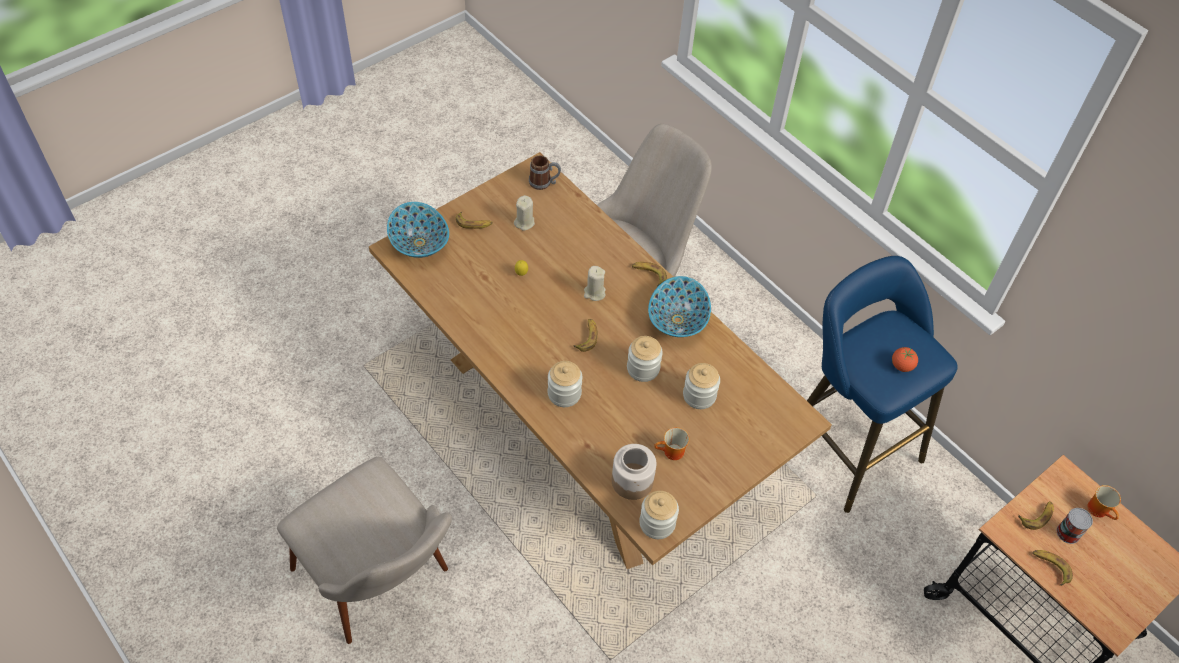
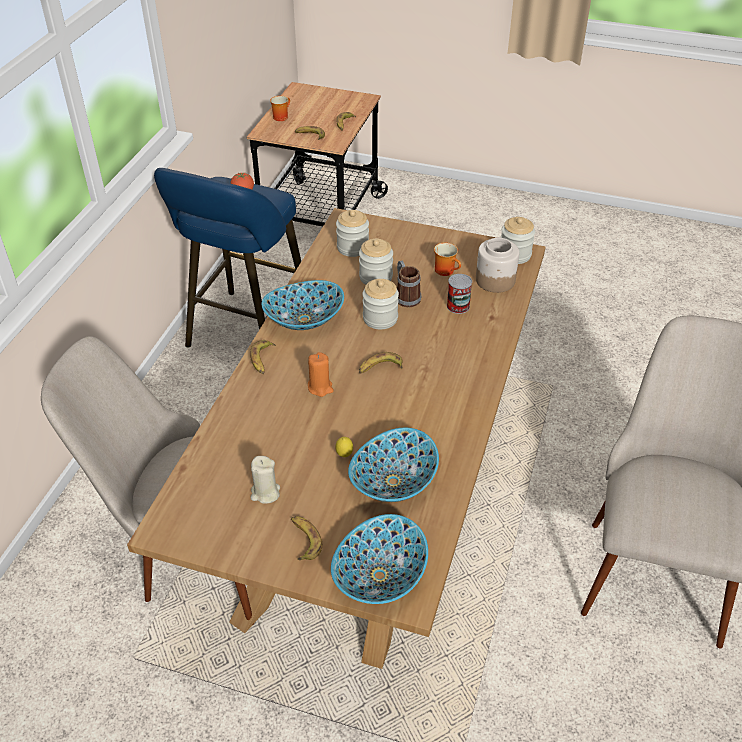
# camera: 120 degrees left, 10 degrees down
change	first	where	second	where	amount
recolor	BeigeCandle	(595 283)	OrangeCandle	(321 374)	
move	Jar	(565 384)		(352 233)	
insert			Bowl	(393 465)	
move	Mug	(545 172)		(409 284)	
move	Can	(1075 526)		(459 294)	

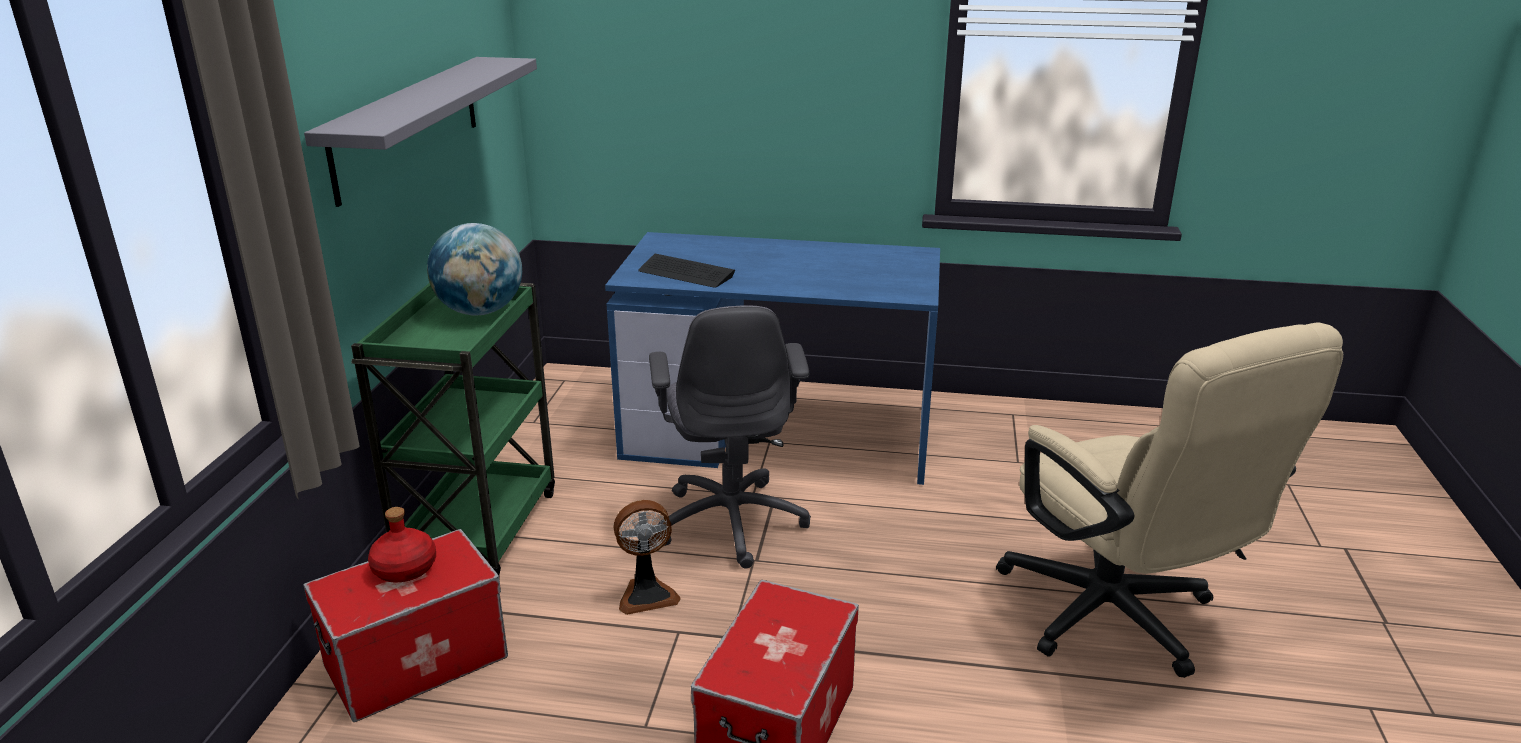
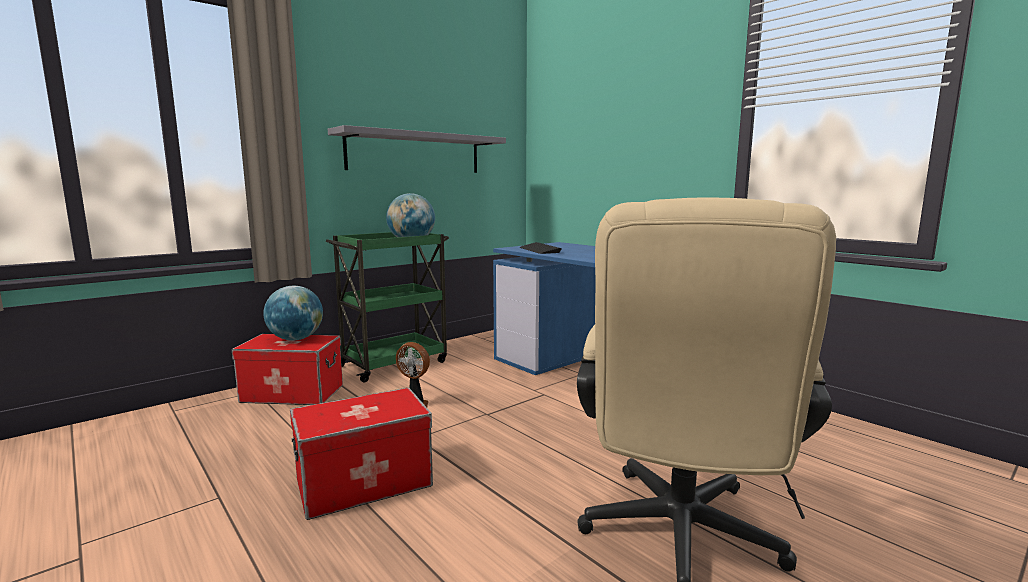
# camera: 40 degrees right, 15 degrees down
change	first	where	second	where	amount
replace	RedBottle	(402 544)	Globe	(293 313)	
delete	GreyOfficeChair	(730 437)			

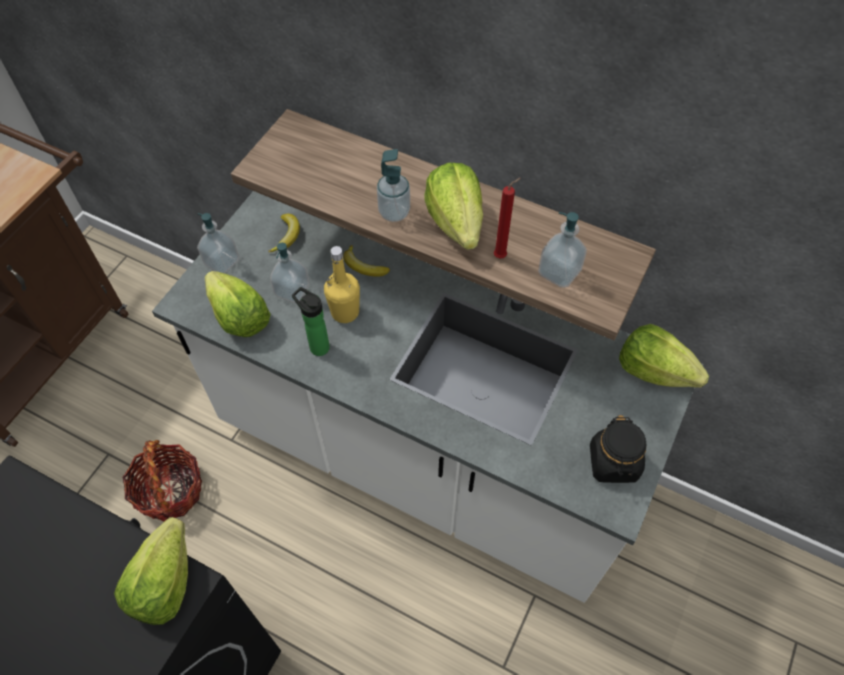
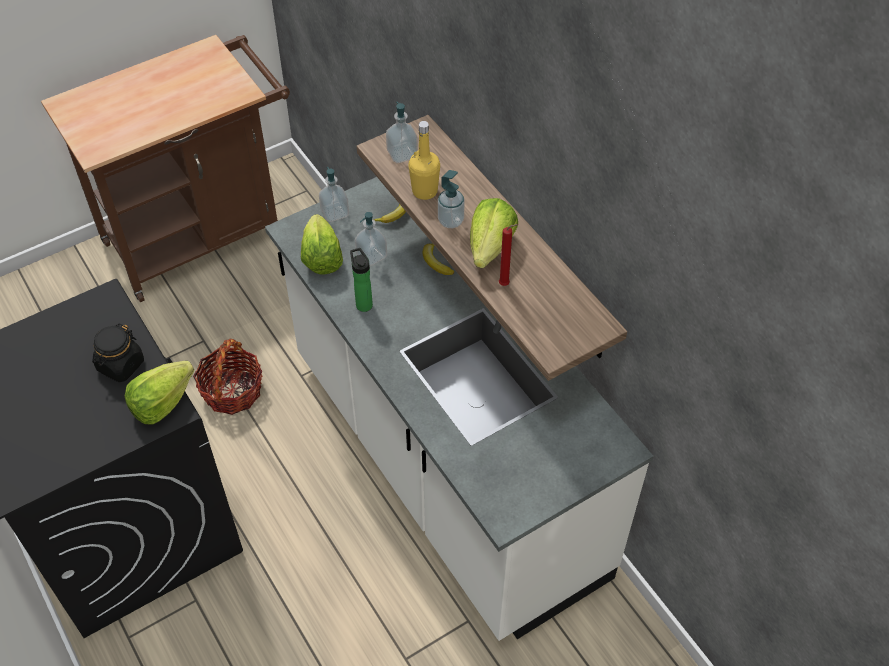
# camera: 30 degrees right, 5 degrees down
change	first	where	second	where	amount
move	BlackJar	(618 449)		(118 352)	
move	SoapDispenser	(562 250)		(402 132)	
move	YellowBottle	(342 284)		(424 160)	
delete	Lettuce	(664 356)			

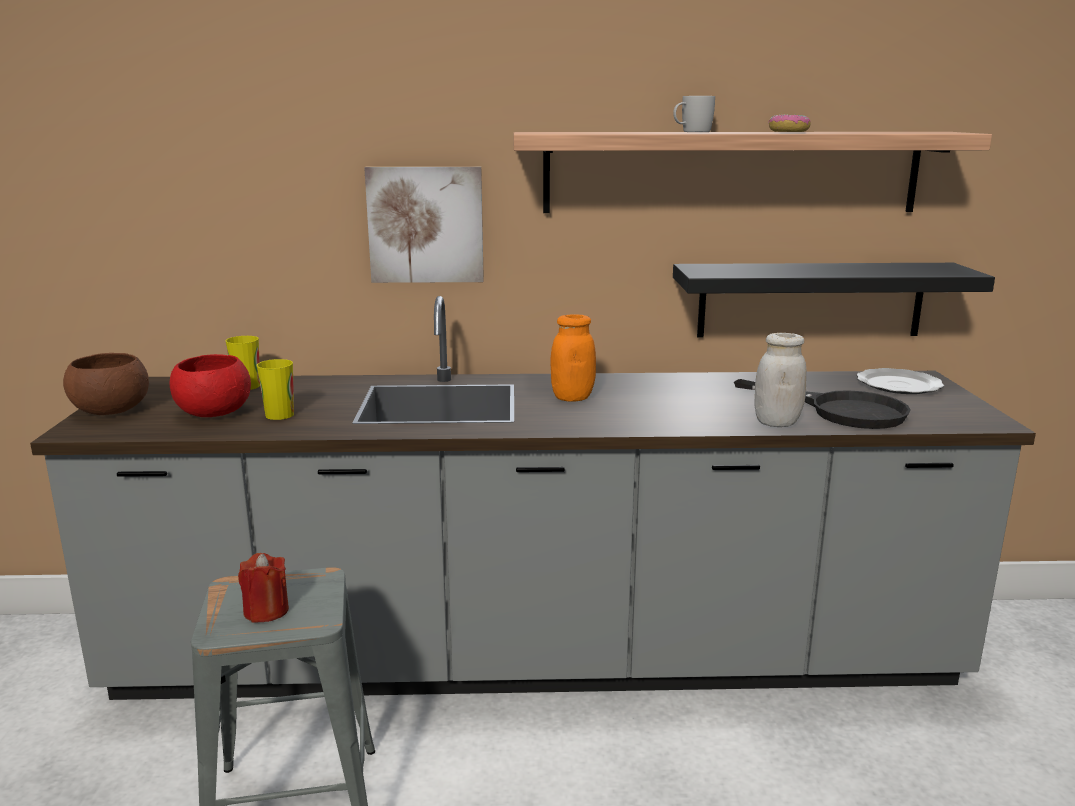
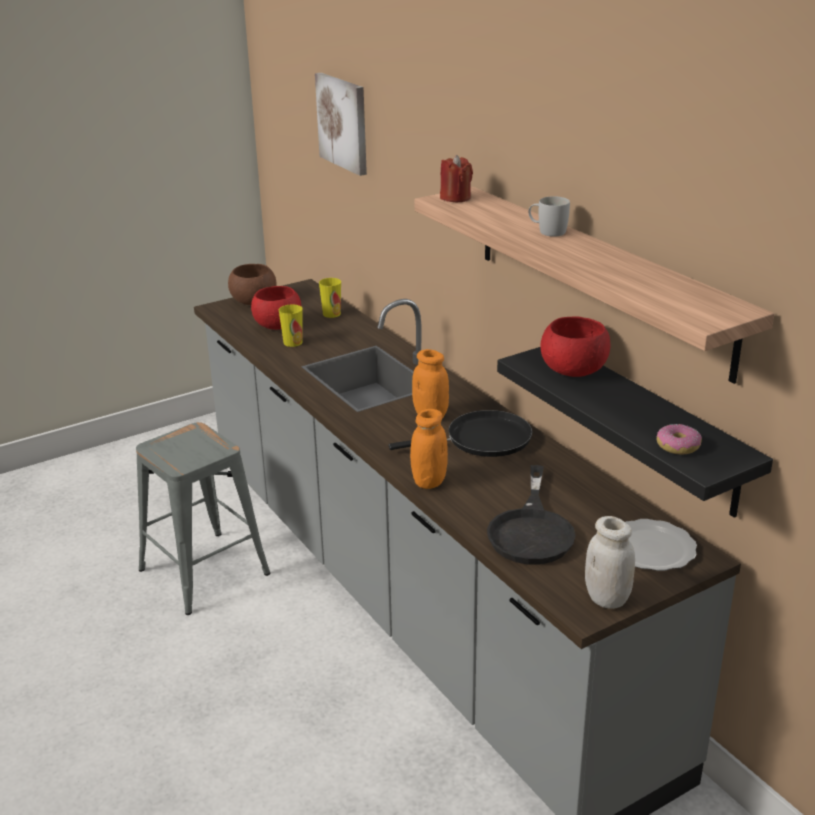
# camera: 60 degrees right, 10 degrees up
change	first	where	second	where	amount
move	Picture	(424 224)		(341 124)	
insert			BlackFryingPan	(460 433)	
insert			OrangeJar	(429 449)	
move	RedCandle	(263 588)		(456 178)	
insert			RedBowl	(575 346)	
move	WhiteJar	(780 380)		(610 562)	
move	Donut	(789 123)		(679 439)	

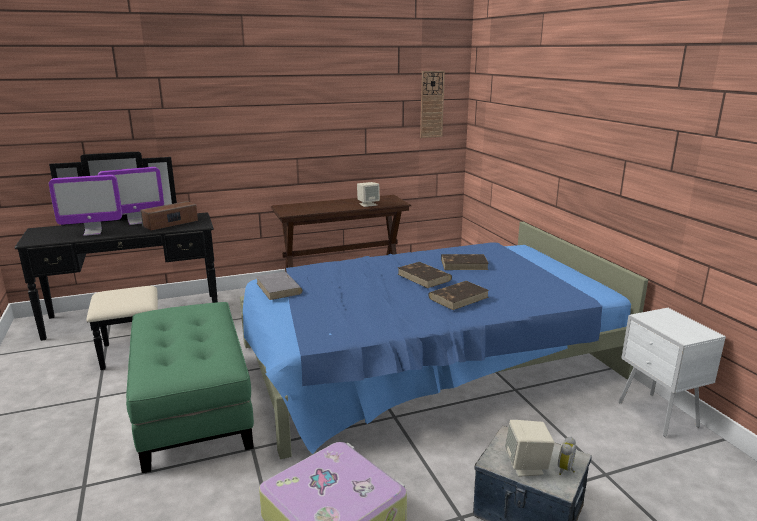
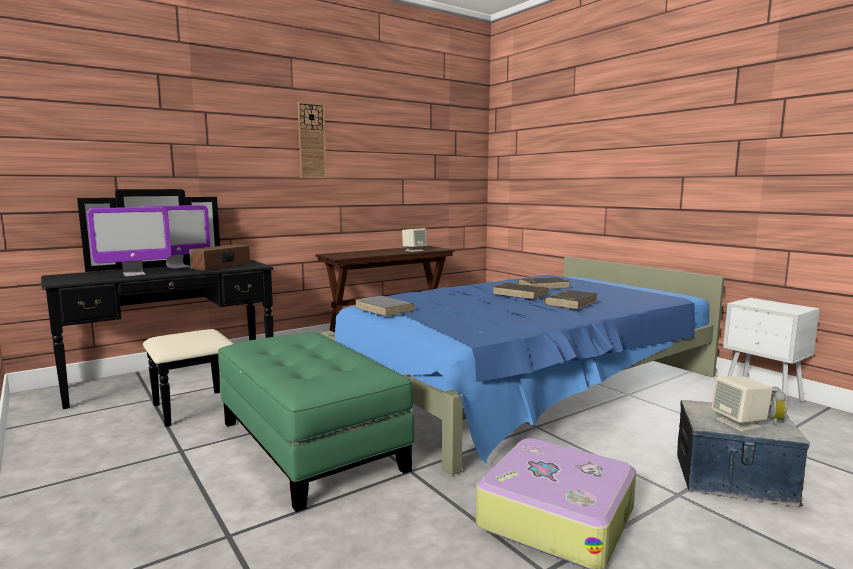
# camera: 15 degrees left, 10 degrees down
change	first	where	second	where	amount
move	WallClock	(432 104)		(312 140)	

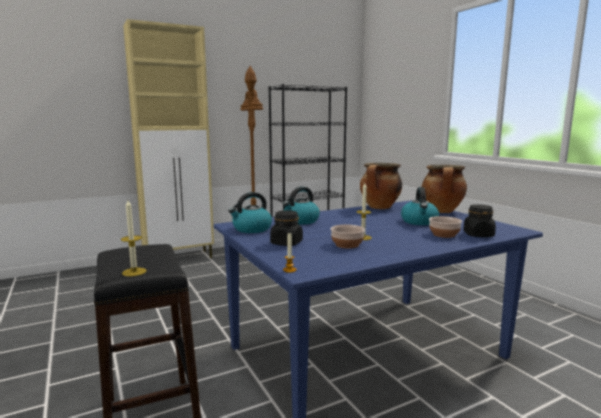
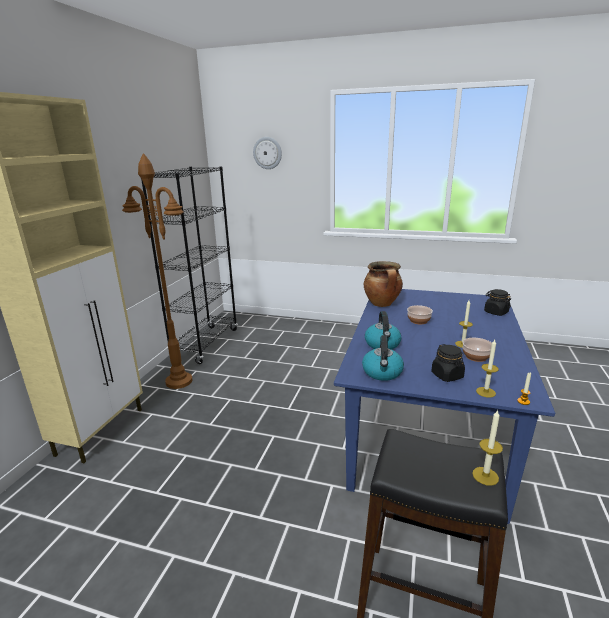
# camera: 45 degrees left, 10 degrees up
change	first	where	second	where	amount
insert			WallClock	(267 153)	
move	Bowl	(445 227)		(420 314)	
insert			Candle	(487 369)	
delete	Kettle	(420 206)			
delete	CookingPot	(444 189)			

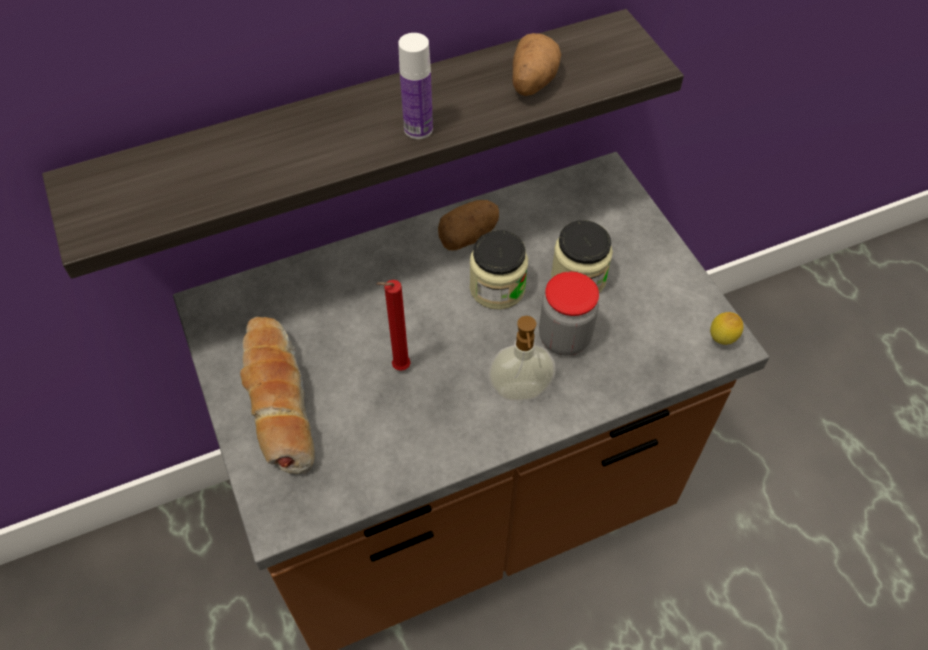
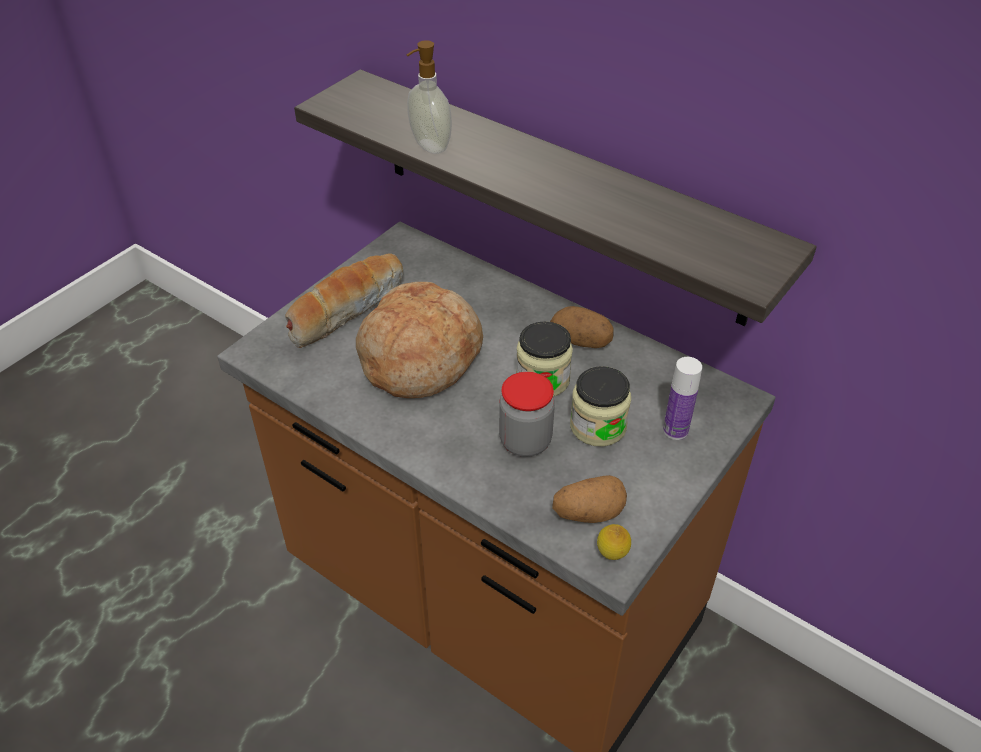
# camera: 60 degrees right, 10 degrees down
change	first	where	second	where	amount
replace	RedCandle	(393 325)	Bread	(419 340)	
move	SoapDispenser	(522 358)		(429 97)	
move	Potato	(536 64)		(589 499)	
move	Bottle	(415 86)		(682 398)	

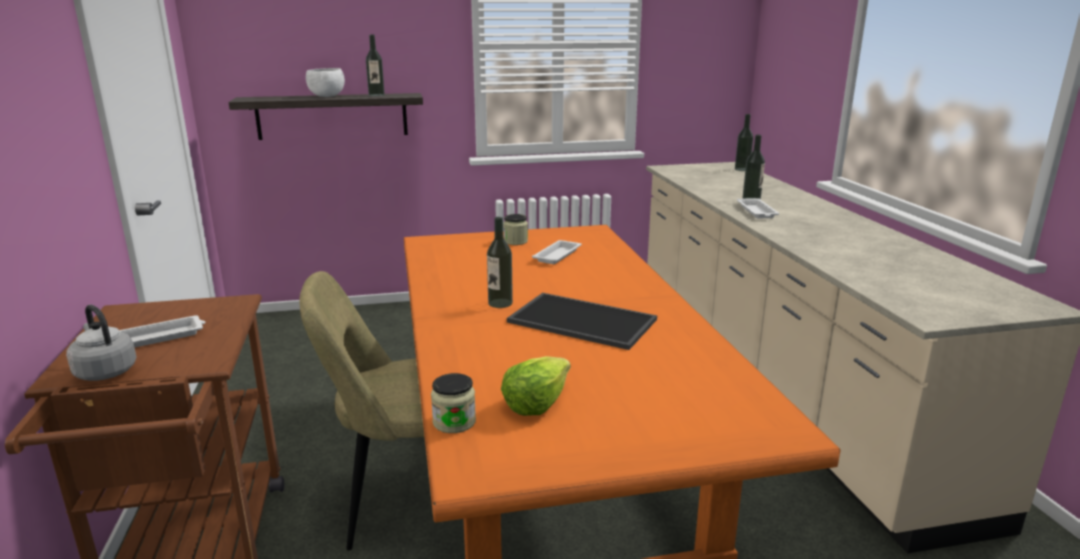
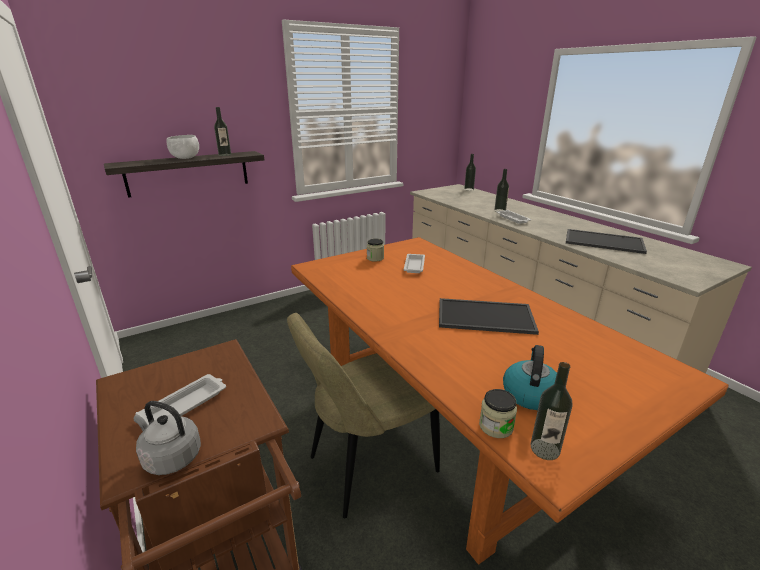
# camera: 20 degrees left, 5 degrees up
change	first	where	second	where	amount
replace	Lettuce	(536 386)	Kettle	(530 377)	
move	Bottle	(500 262)		(552 411)	
insert			Tray	(606 241)	

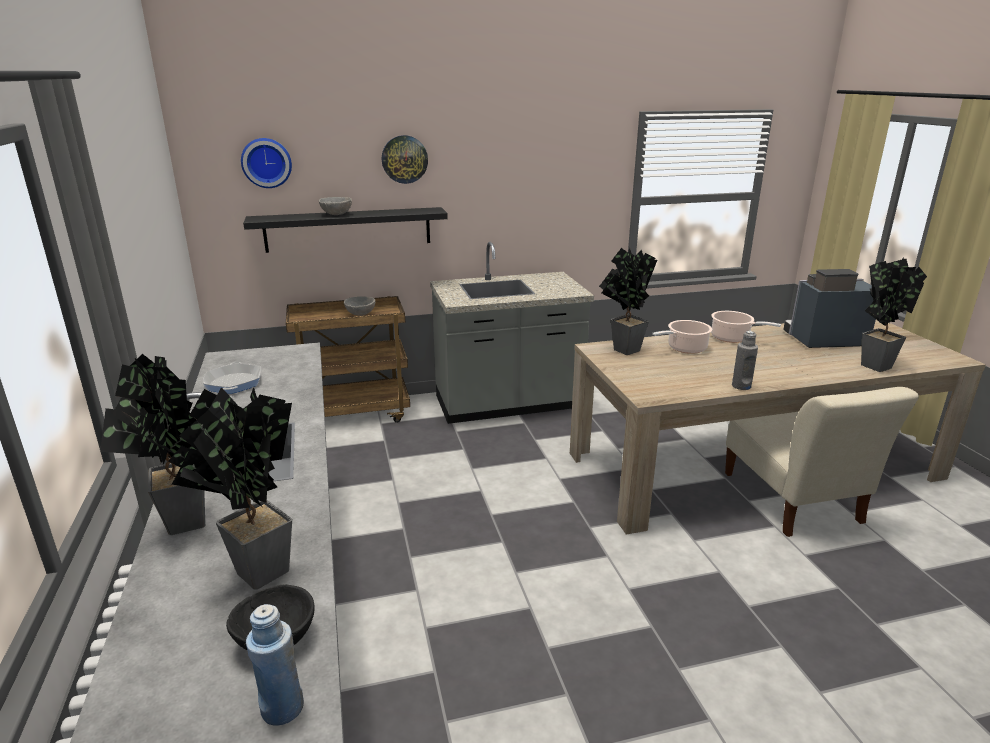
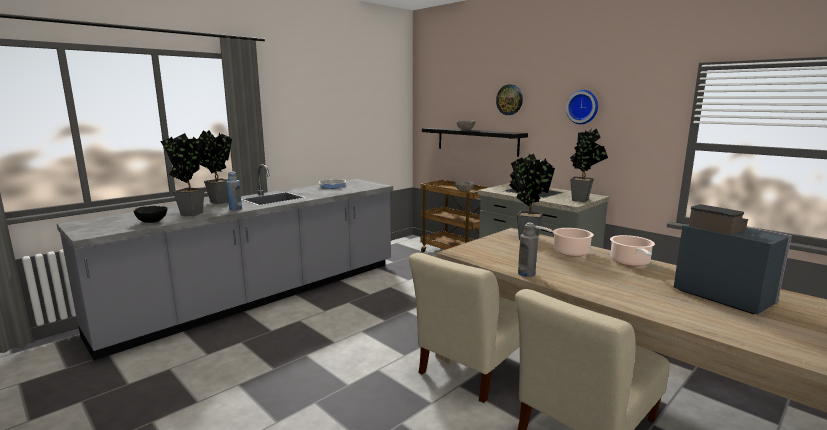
# camera: 60 degrees right, 10 degrees down
change	first	where	second	where	amount
move	BlueBottle	(275 664)		(234 191)	
insert			BeigeChair	(464 328)	
move	WallClock	(266 163)		(582 107)	
move	PottedPlant	(894 314)		(589 165)	

